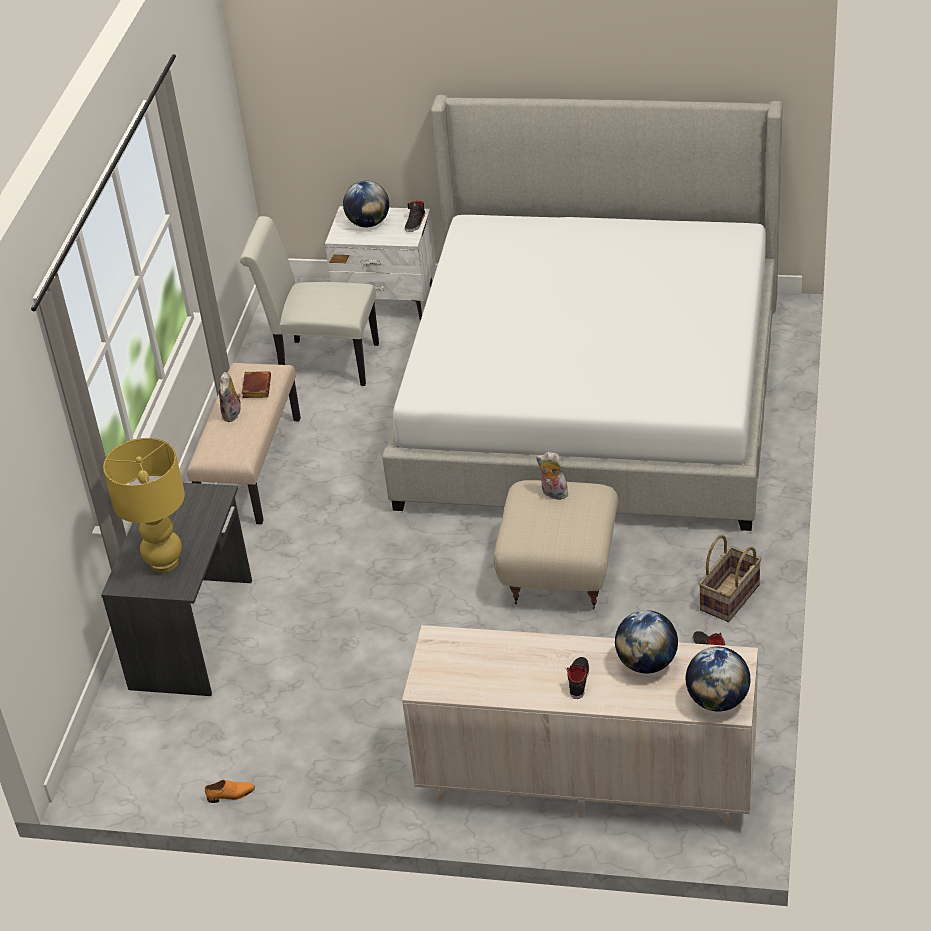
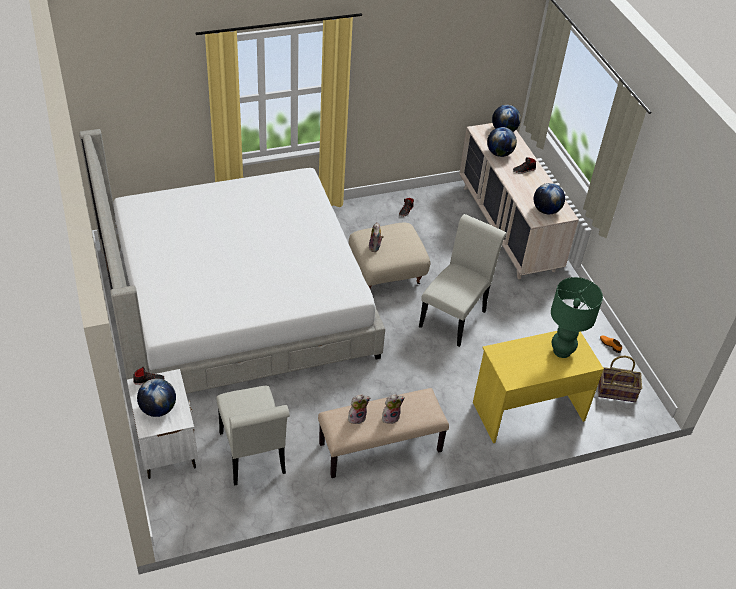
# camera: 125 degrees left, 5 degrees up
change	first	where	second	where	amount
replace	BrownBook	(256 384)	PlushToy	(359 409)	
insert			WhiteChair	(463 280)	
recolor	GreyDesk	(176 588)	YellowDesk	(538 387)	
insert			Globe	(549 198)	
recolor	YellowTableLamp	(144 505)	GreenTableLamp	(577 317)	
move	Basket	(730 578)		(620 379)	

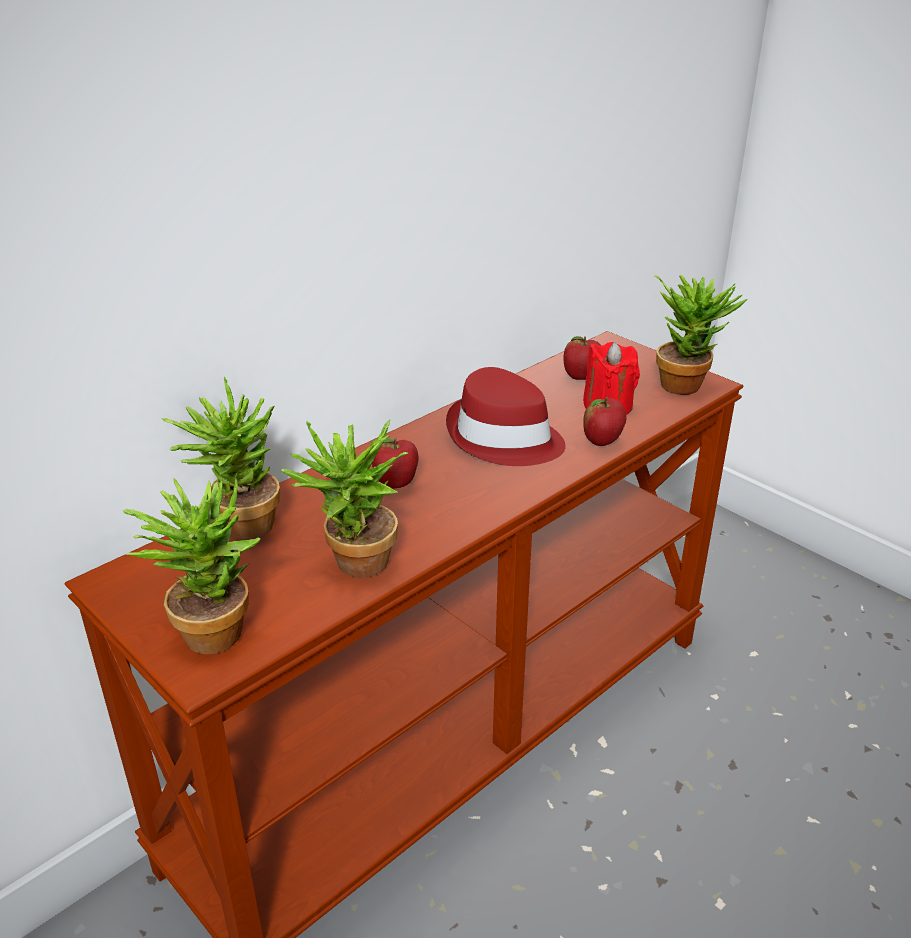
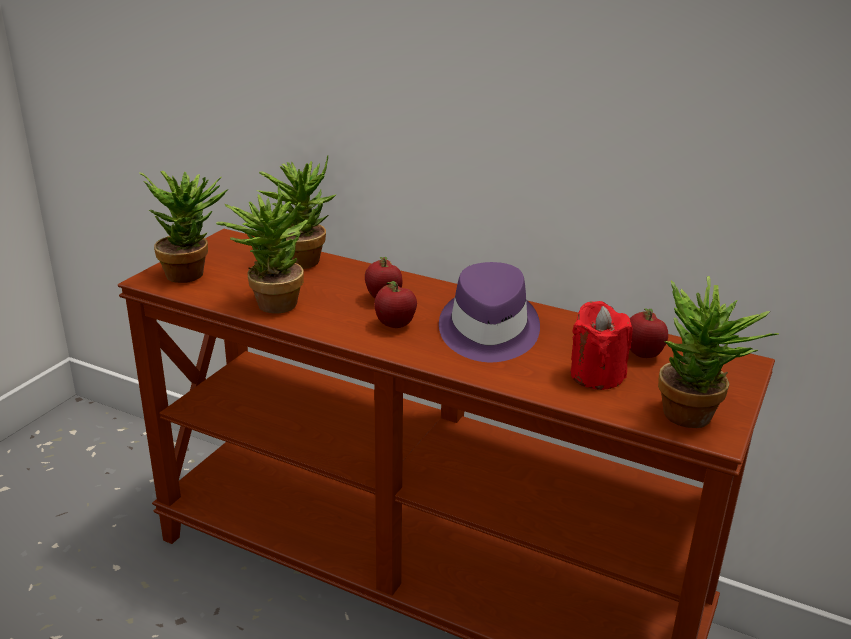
# camera: 70 degrees right, 5 degrees down
change	first	where	second	where	amount
move	Apple	(605 421)		(395 304)	
recolor	RedHat	(506 416)	PurpleHat	(489 312)	

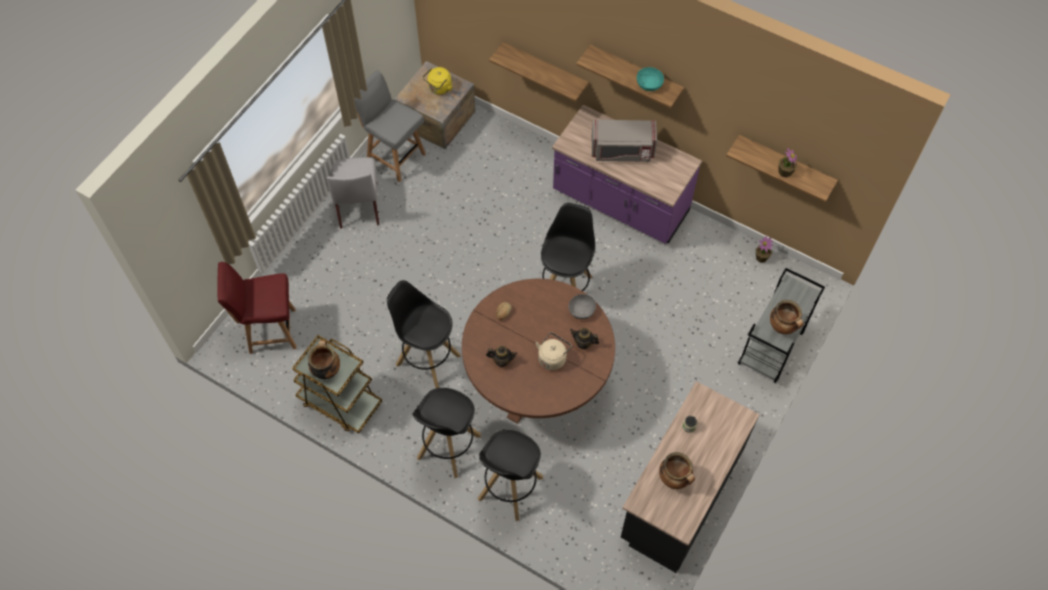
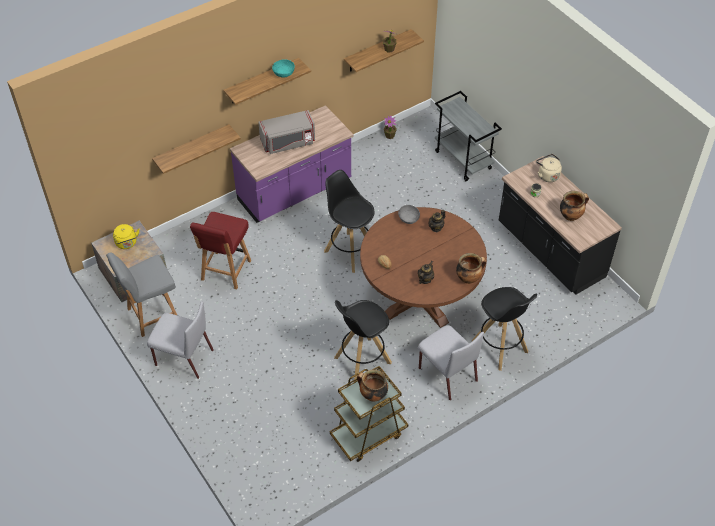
# camera: 65 degrees left, 10 degrees down
change	first	where	second	where	amount
move	RedChair	(256 308)		(220 251)	
rotate	GreyMicrowave	(624 141)		(286 132)	45 degrees clockwise
replace	BlackStool	(447 433)	GreyChair	(451 362)	
move	CookingPot	(786 317)		(471 268)	
move	BeigeKettle	(553 351)		(549 168)	

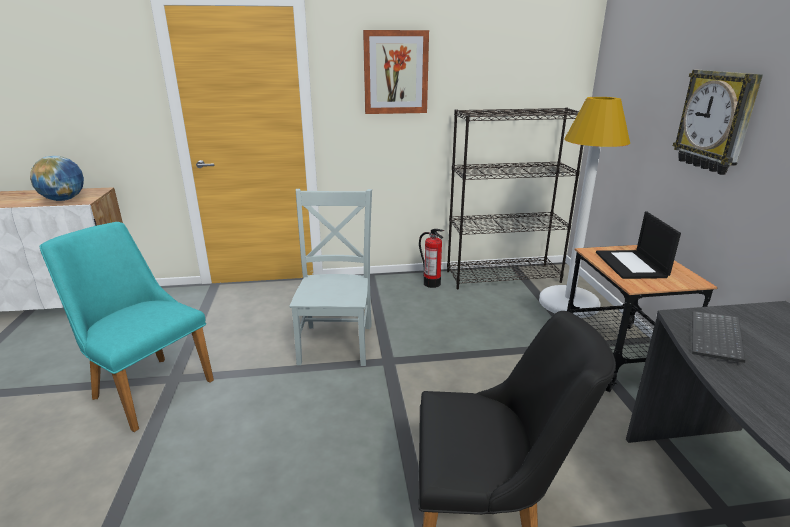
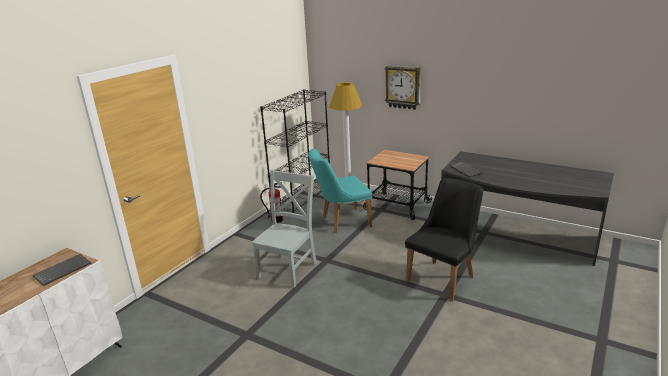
# camera: 50 degrees left, 0 degrees up
change	first	where	second	where	amount
replace	Globe	(57 178)	Keyboard	(62 270)	
rotate	GreyChair	(330 277)		(284 228)	75 degrees clockwise
move	TurquoiseChair	(127 327)		(340 191)	
delete	Picture	(396 72)			
delete	Laptop	(638 245)			

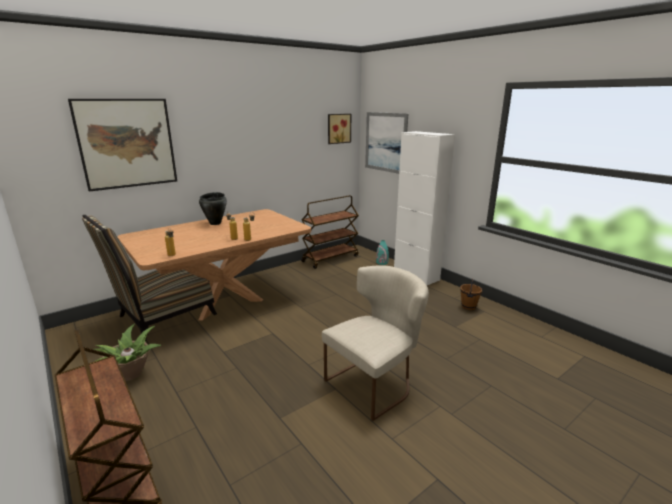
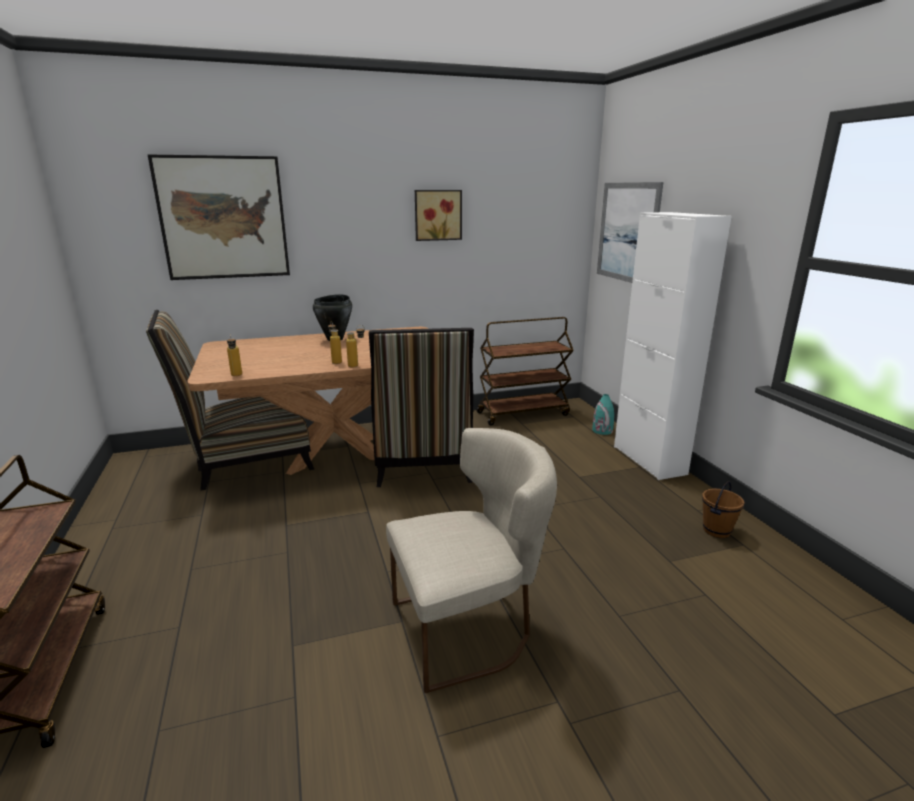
# camera: 20 degrees right, 0 degrees up
change	first	where	second	where	amount
insert			Chair	(421 407)	
move	Picture	(339 129)		(438 215)	
delete	PottedPlant	(127 352)			

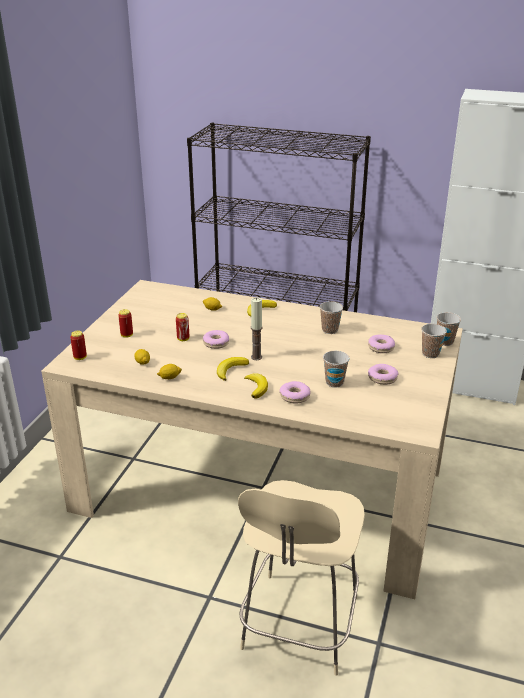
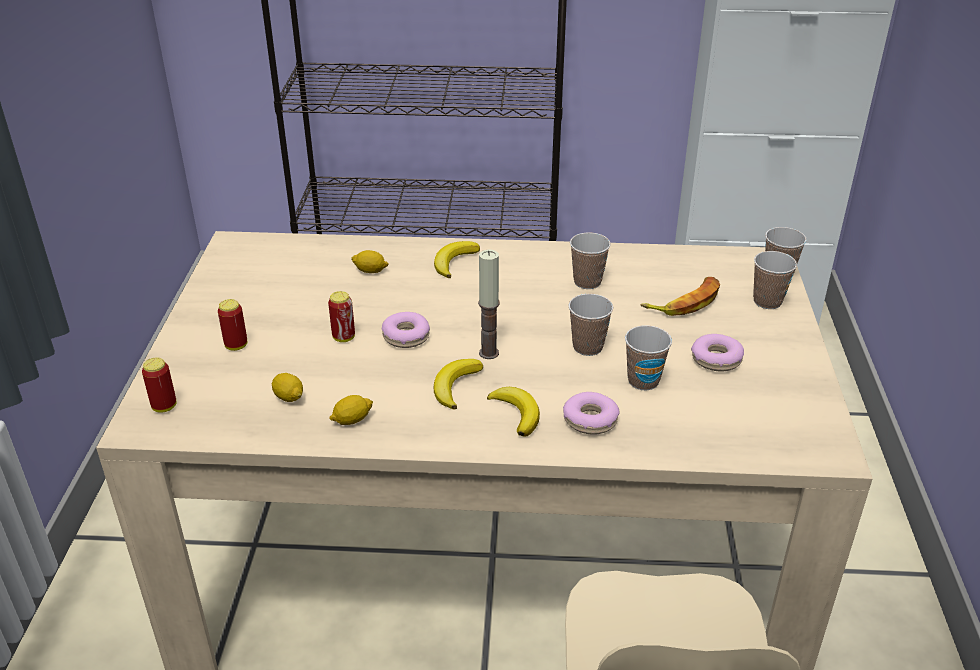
# camera: 15 degrees left, 5 degrees up
change	first	where	second	where	amount
insert			Cup	(590 325)	
replace	Donut	(381 343)	Banana	(680 296)	

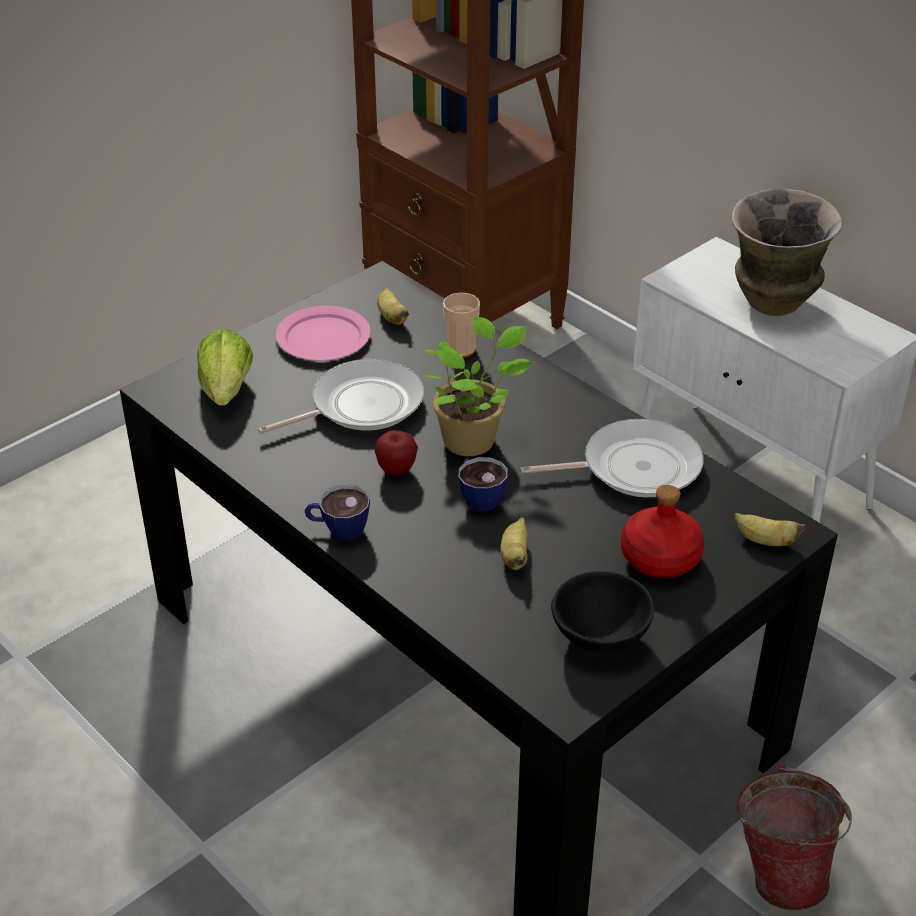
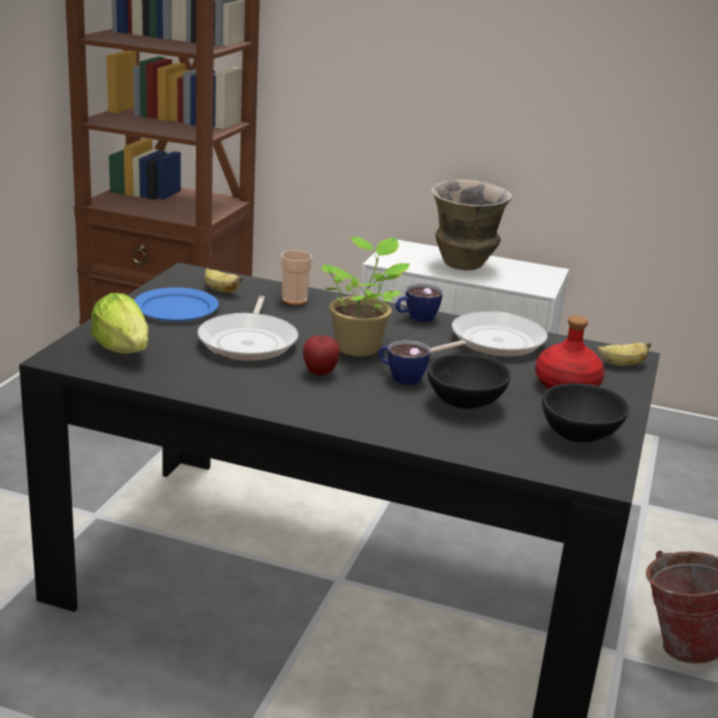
# camera: 30 degrees left, 15 degrees down
change	first	where	second	where	amount
recolor	PinkPlate	(323 333)	BluePlate	(176 304)	
rotate	FryingPan	(341 396)		(247 328)	150 degrees clockwise
move	Cup	(337 512)		(419 302)	
replace	Banana	(514 543)	BlackBowl	(469 381)	

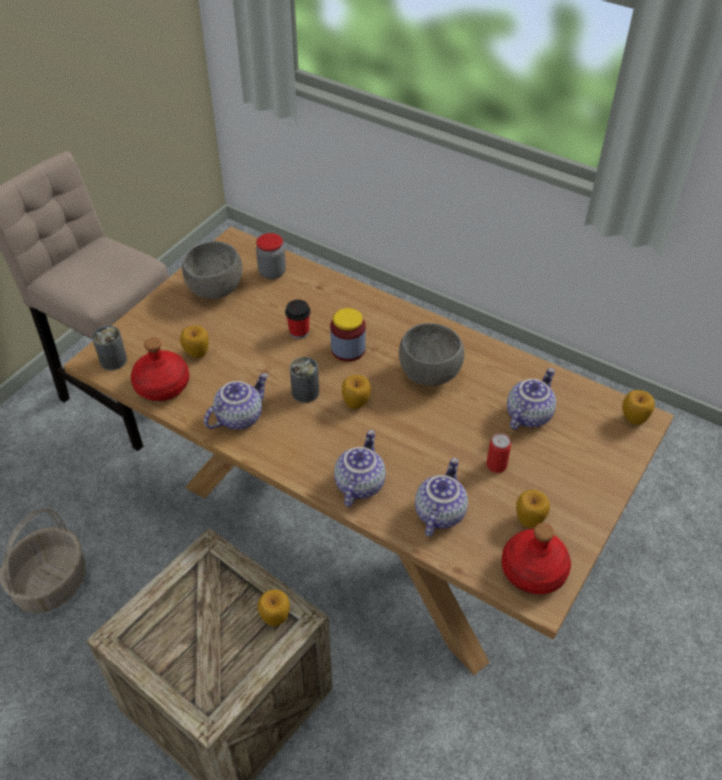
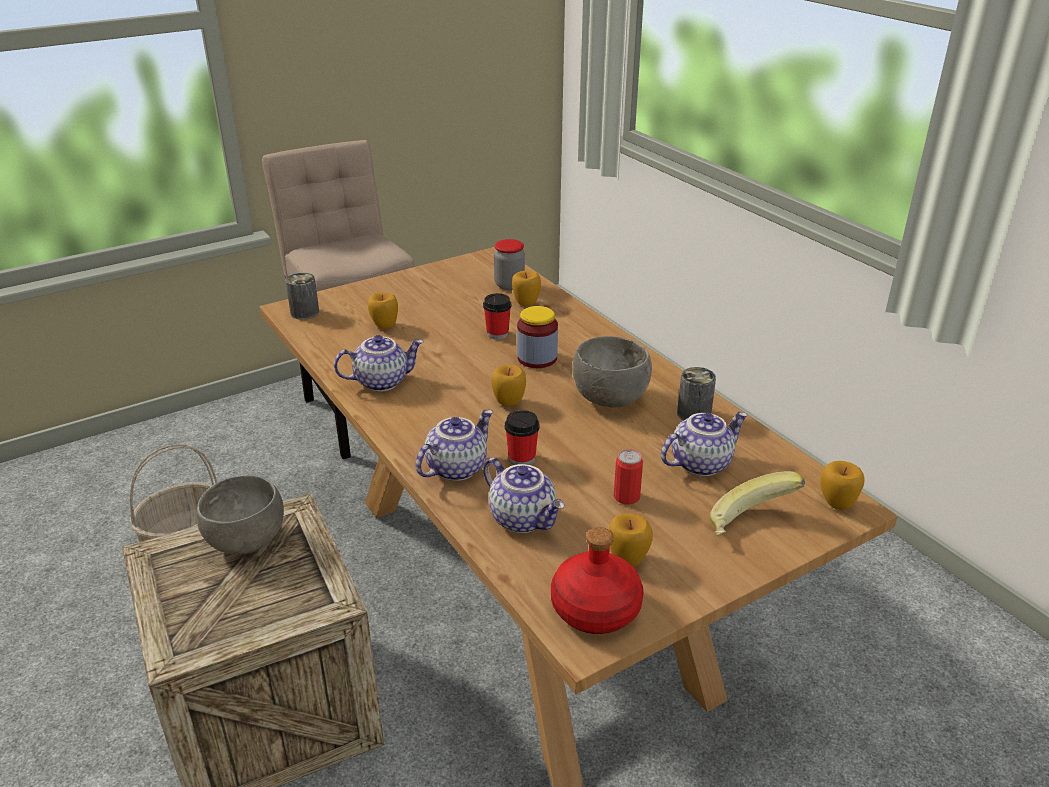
# camera: 25 degrees right, 15 degrees down
change	first	where	second	where	amount
move	GreyBowl	(212 270)		(240 515)	
rotate	Teapot	(441 497)		(524 495)	90 degrees clockwise
insert			Cup	(522 437)	
move	Apple	(274 607)		(526 288)	
move	Can	(304 380)		(696 394)	
insert			Banana	(757 503)	
delete	RedBottle	(160 369)			

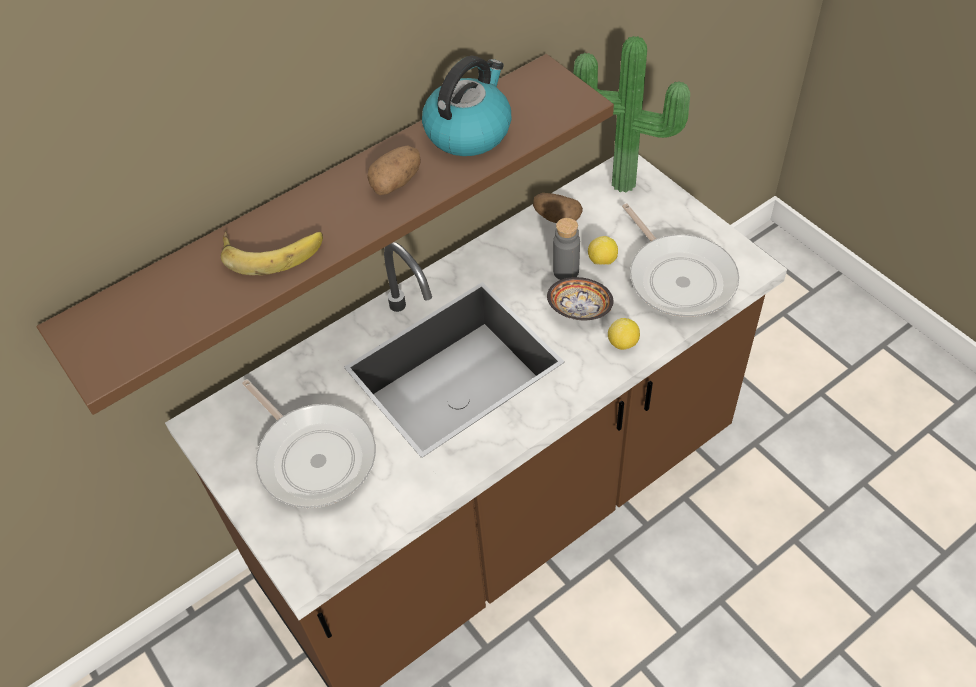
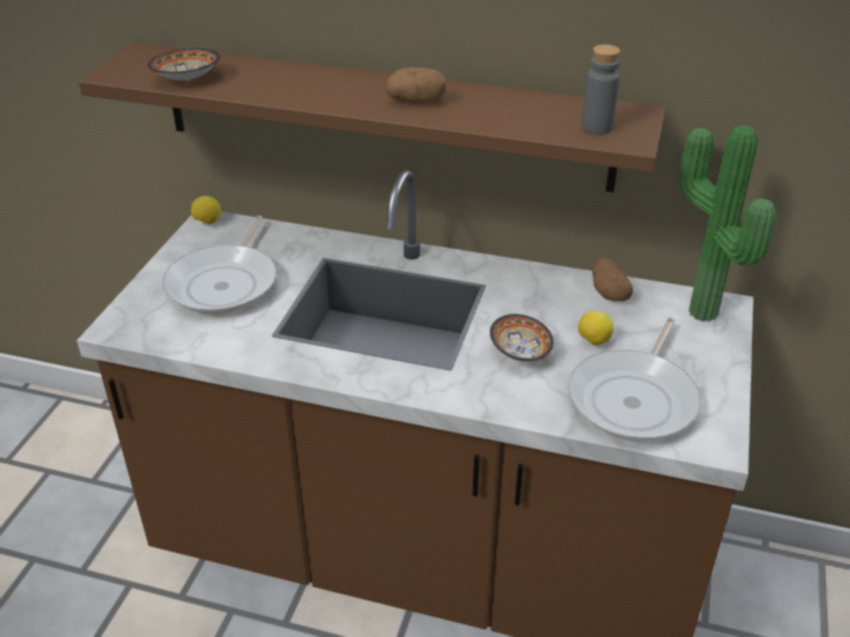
# camera: 50 degrees right, 15 degrees down
change	first	where	second	where	amount
insert			Bowl	(184 64)	
move	Lemon	(624 334)		(206 210)	
move	GreyBottle	(566 249)		(600 89)	
delete	Banana	(272 253)			
delete	Kettle	(466 106)			

